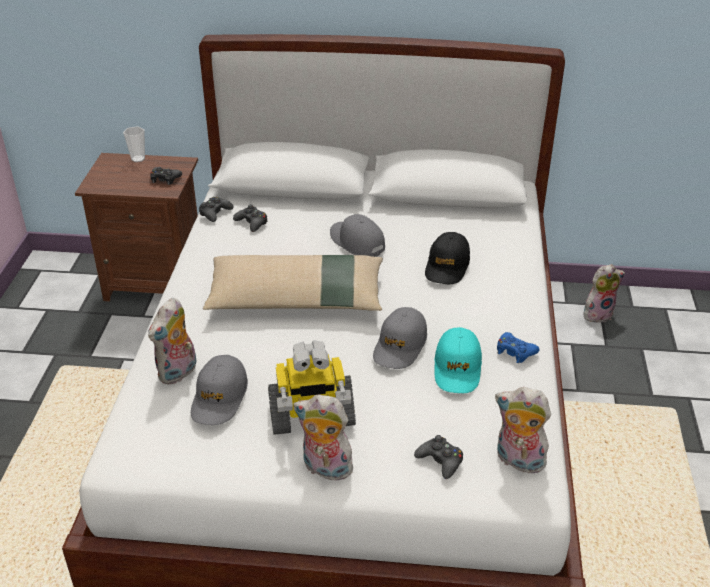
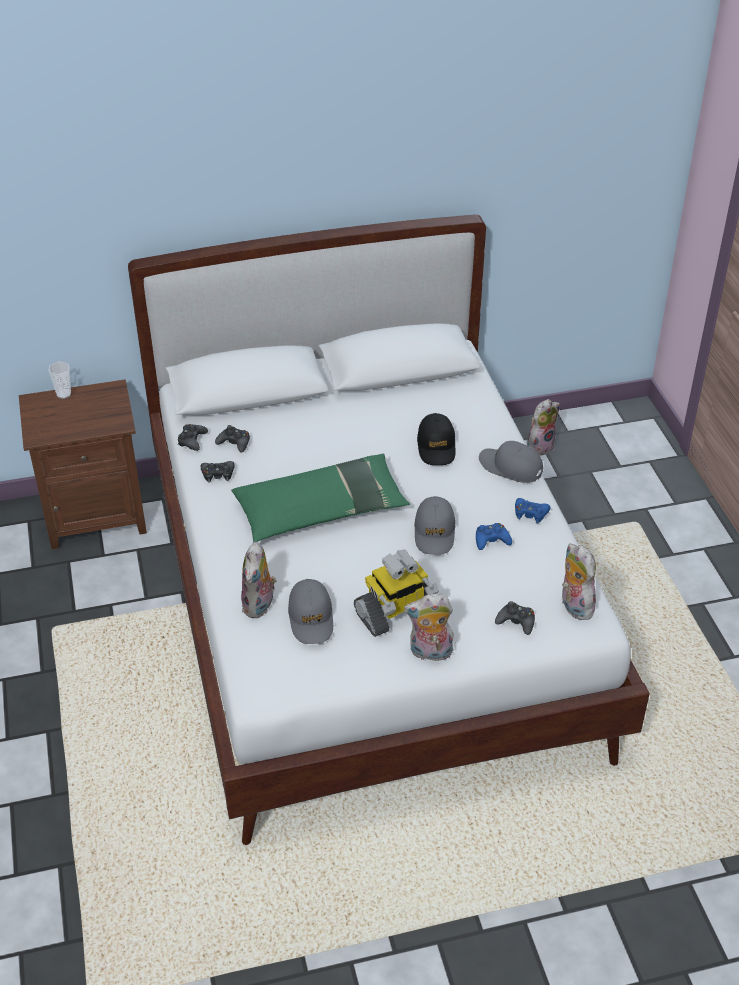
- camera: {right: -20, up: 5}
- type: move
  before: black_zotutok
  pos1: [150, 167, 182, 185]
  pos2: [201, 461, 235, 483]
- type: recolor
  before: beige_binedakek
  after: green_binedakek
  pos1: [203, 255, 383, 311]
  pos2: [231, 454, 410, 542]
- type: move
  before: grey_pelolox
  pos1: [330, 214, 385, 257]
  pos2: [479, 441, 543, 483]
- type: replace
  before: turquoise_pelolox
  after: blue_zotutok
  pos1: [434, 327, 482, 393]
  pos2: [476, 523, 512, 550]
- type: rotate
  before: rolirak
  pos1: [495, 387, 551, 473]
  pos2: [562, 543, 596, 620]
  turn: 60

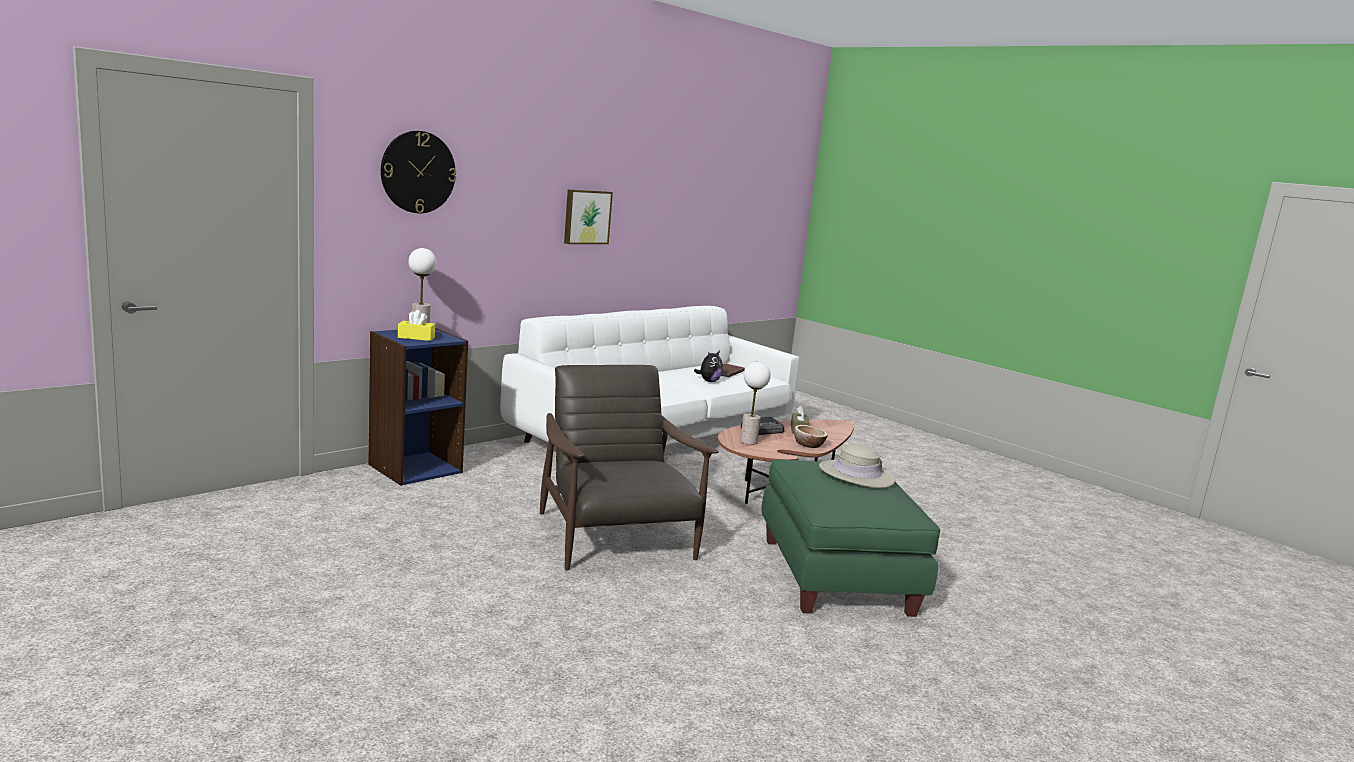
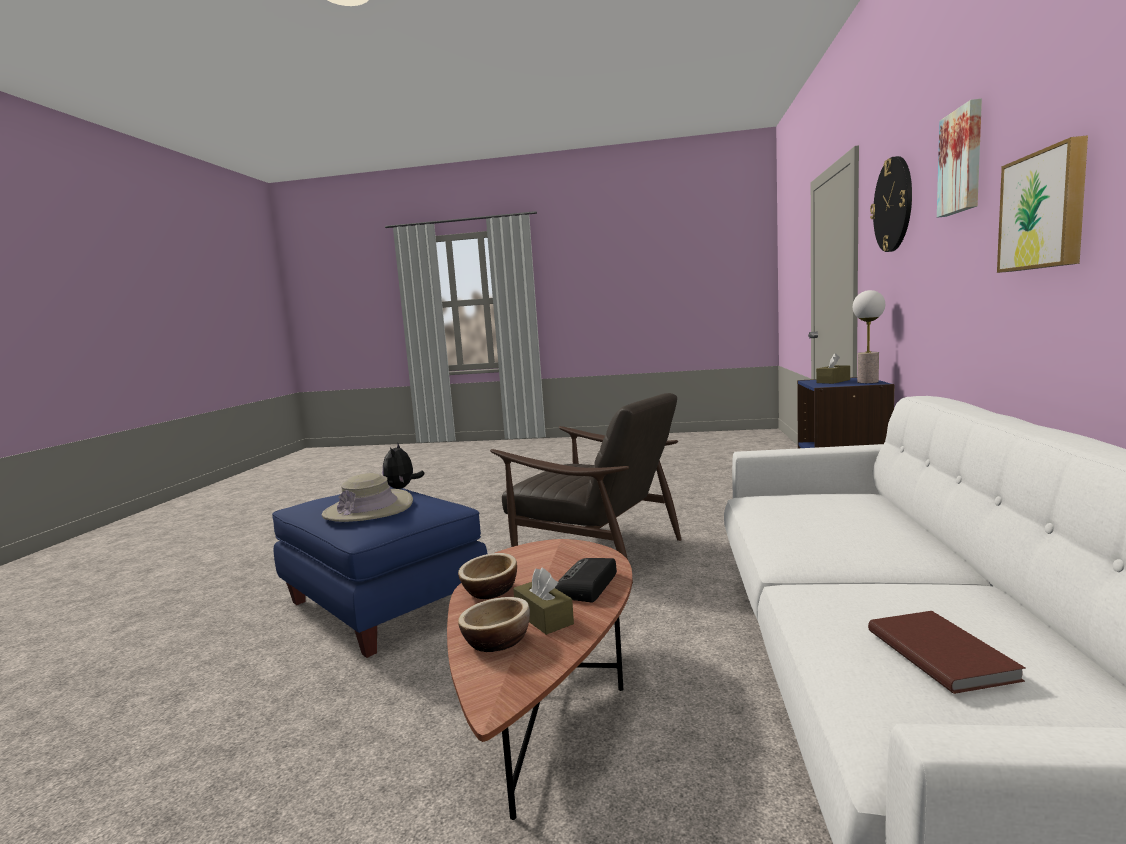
- camera: {right: 145, up: -5}
- type: recolor
  before: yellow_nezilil
  after: brown_nezilil
  pos1: [398, 310, 435, 341]
  pos2: [816, 353, 850, 384]
- type: move
  before: rolirak
  pos1: [694, 350, 723, 382]
  pos2: [383, 443, 425, 489]
- type: delete
  before: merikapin
  pos1: [740, 362, 771, 445]
- type: recolor
  before: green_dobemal
  after: blue_dobemal
  pos1: [762, 459, 941, 617]
  pos2: [272, 487, 488, 658]
- type: insert
  after: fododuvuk
  pos2: [458, 597, 530, 652]
- type: insert
  after: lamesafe
  pos2: [937, 98, 982, 218]

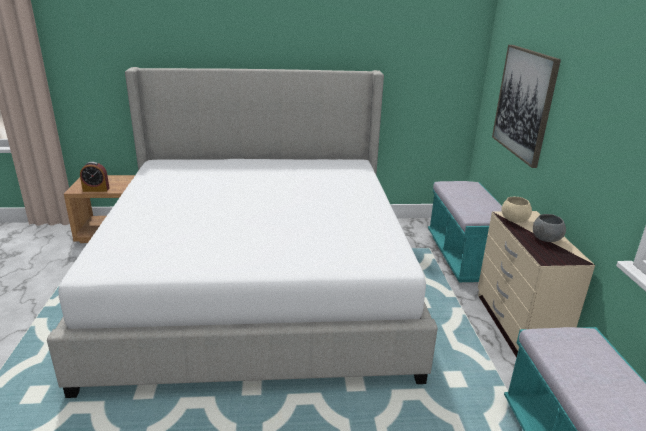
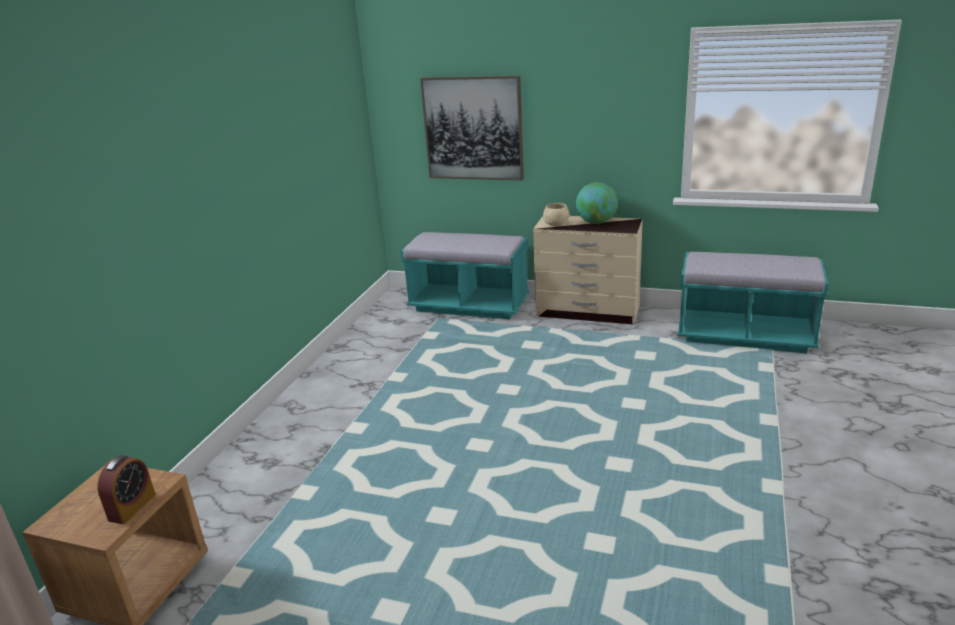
- camera: {right: -65, up: 0}
- type: delete
  before: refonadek
  pos1: [47, 67, 438, 398]
- type: replace
  before: grey_fododuvuk
  after: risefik
  pos1: [532, 214, 566, 242]
  pos2: [576, 182, 618, 224]

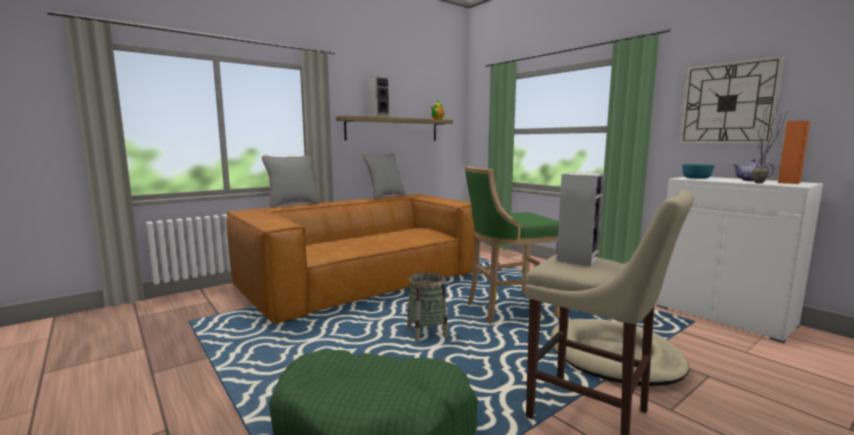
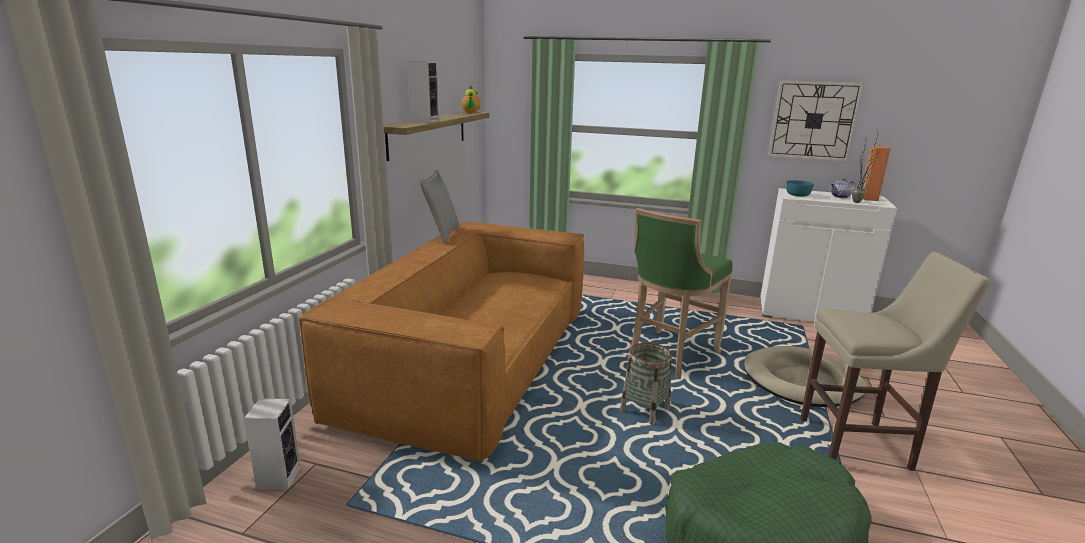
- camera: {right: -35, up: 10}
- type: delete
  before: grey_binedakek
  pos1: [262, 155, 321, 208]
- type: move
  before: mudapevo
  pos1: [557, 172, 605, 266]
  pos2: [243, 399, 301, 489]

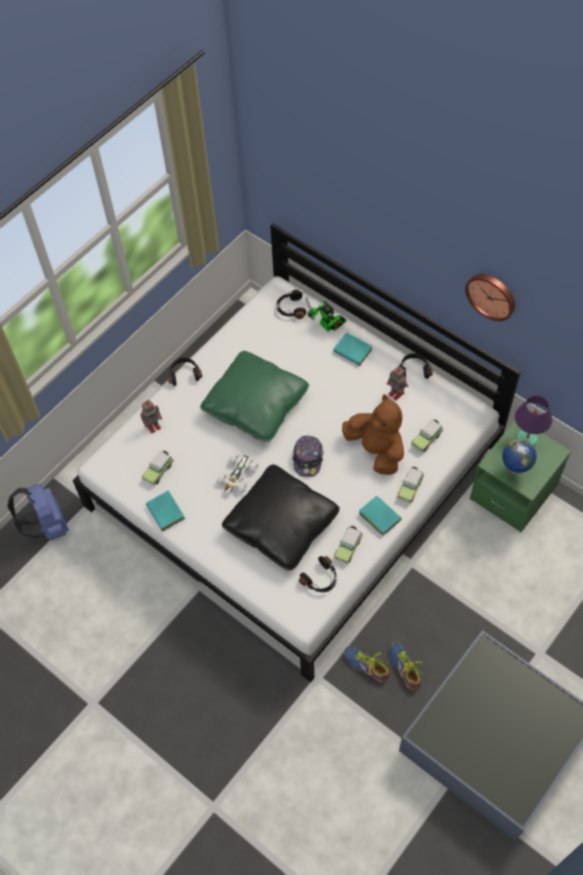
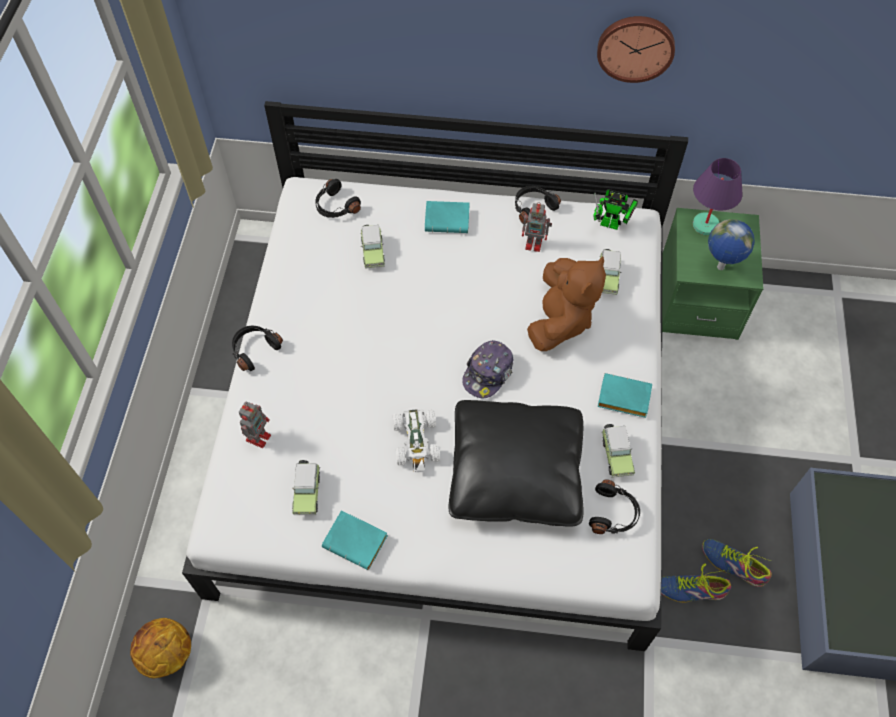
- camera: {right: -35, up: 0}
- type: replace
  before: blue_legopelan
  after: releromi
  pos1: [7, 484, 68, 540]
  pos2: [130, 618, 191, 678]
- type: delete
  before: green_binedakek
  pos1: [200, 351, 309, 442]
- type: rotate
  before: pelolox
  pos1: [292, 436, 323, 477]
  pos2: [462, 340, 513, 398]
  turn: 60
- type: move
  before: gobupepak
  pos1: [305, 297, 347, 331]
  pos2: [593, 189, 638, 230]
- type: rotate
  before: brown_rolirak
  pos1: [342, 395, 404, 475]
  pos2: [527, 256, 606, 351]
  turn: 90
- type: move
  before: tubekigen
  pos1: [397, 467, 424, 503]
  pos2: [361, 225, 385, 269]

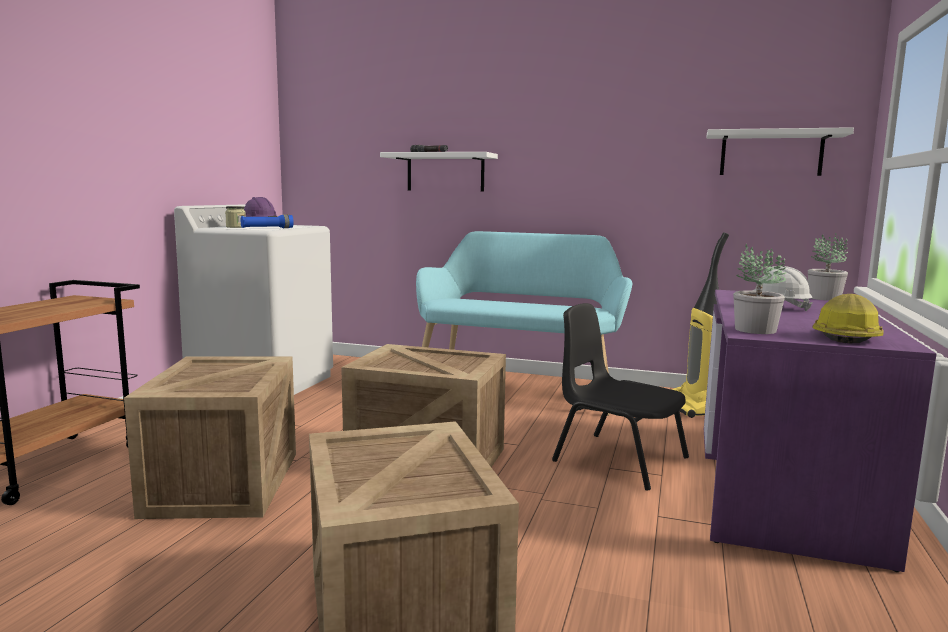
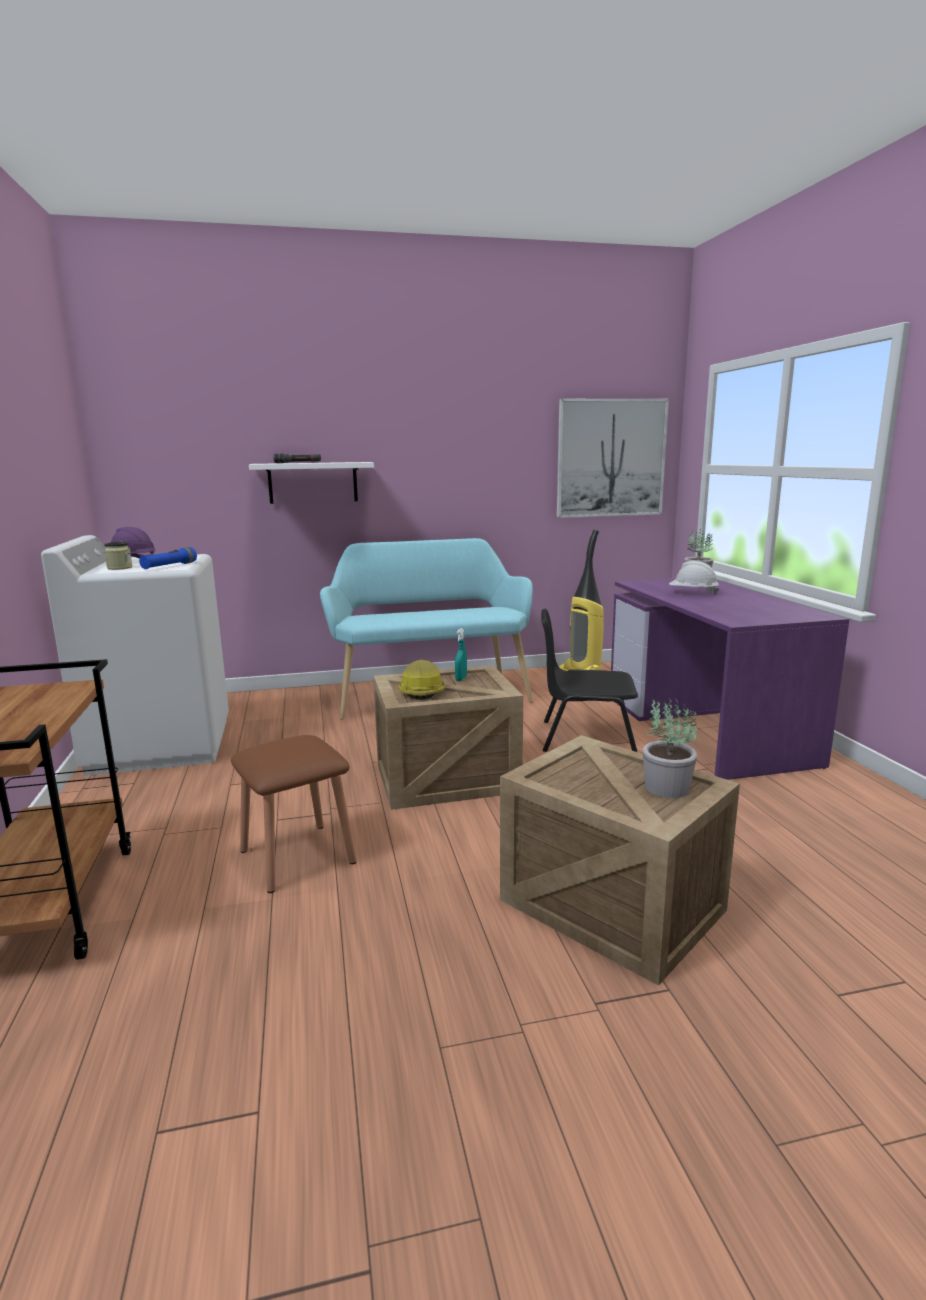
- camera: {right: -30, up: 5}
- type: replace
  before: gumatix
  after: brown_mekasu
  pos1: [124, 356, 296, 519]
  pos2: [231, 735, 356, 893]
- type: replace
  before: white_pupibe
  after: lamesafe
  pos1: [706, 127, 854, 176]
  pos2: [557, 399, 669, 518]
- type: move
  before: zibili
  pos1: [733, 244, 786, 334]
  pos2: [642, 698, 698, 798]
- type: move
  before: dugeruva
  pos1: [812, 294, 884, 344]
  pos2: [398, 660, 445, 700]
- type: insert
  after: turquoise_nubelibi
  pos2: [455, 628, 467, 681]

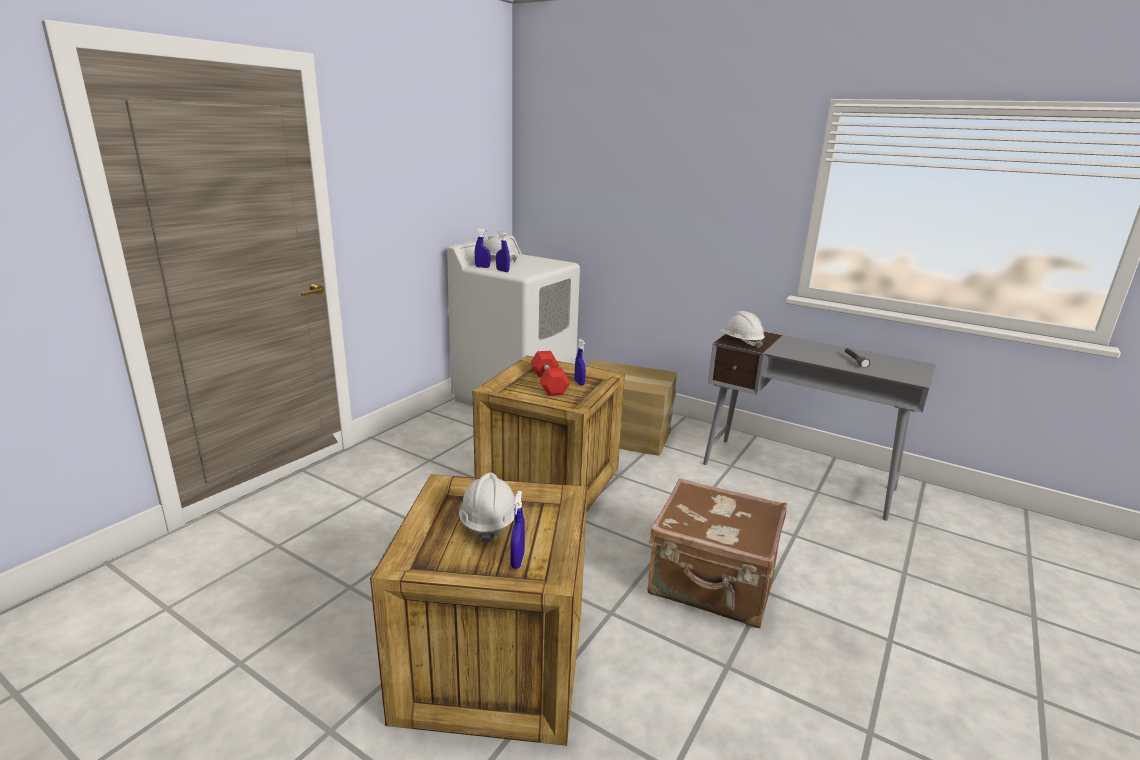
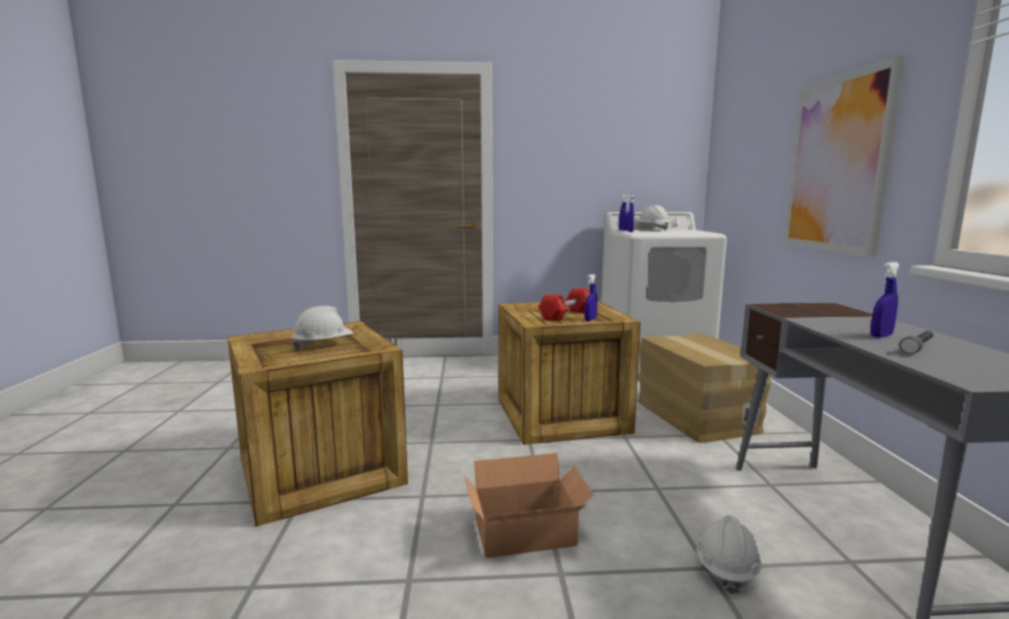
- camera: {right: 55, up: -10}
- type: move
  before: blue_nubelibi
  pos1: [510, 491, 525, 569]
  pos2: [871, 262, 900, 338]
- type: replace
  before: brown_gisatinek
  after: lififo
  pos1: [647, 478, 787, 628]
  pos2: [465, 453, 593, 558]
- type: move
  before: white_dugeruva
  pos1: [719, 311, 765, 349]
  pos2: [696, 515, 762, 594]
- type: insert
  after: lamesafe
  pos2: [784, 56, 905, 257]

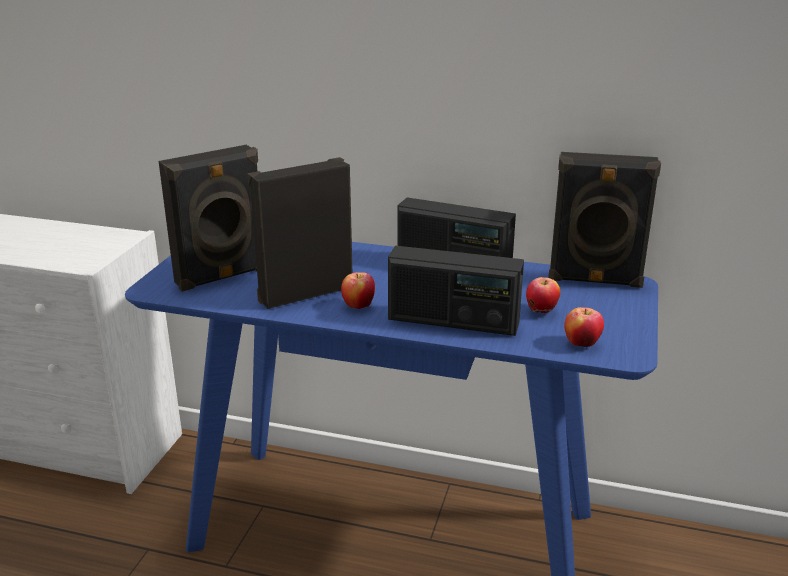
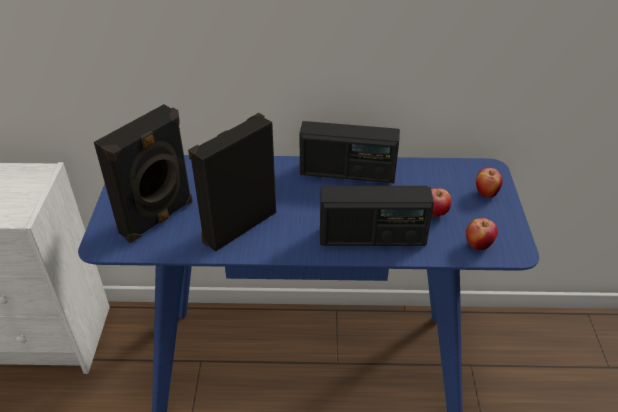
- camera: {right: -15, up: 15}
- type: move
  before: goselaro
  pos1: [341, 272, 375, 309]
  pos2: [476, 168, 503, 198]
- type: delete
  before: black_mudapevo
  pos1: [548, 152, 661, 288]

